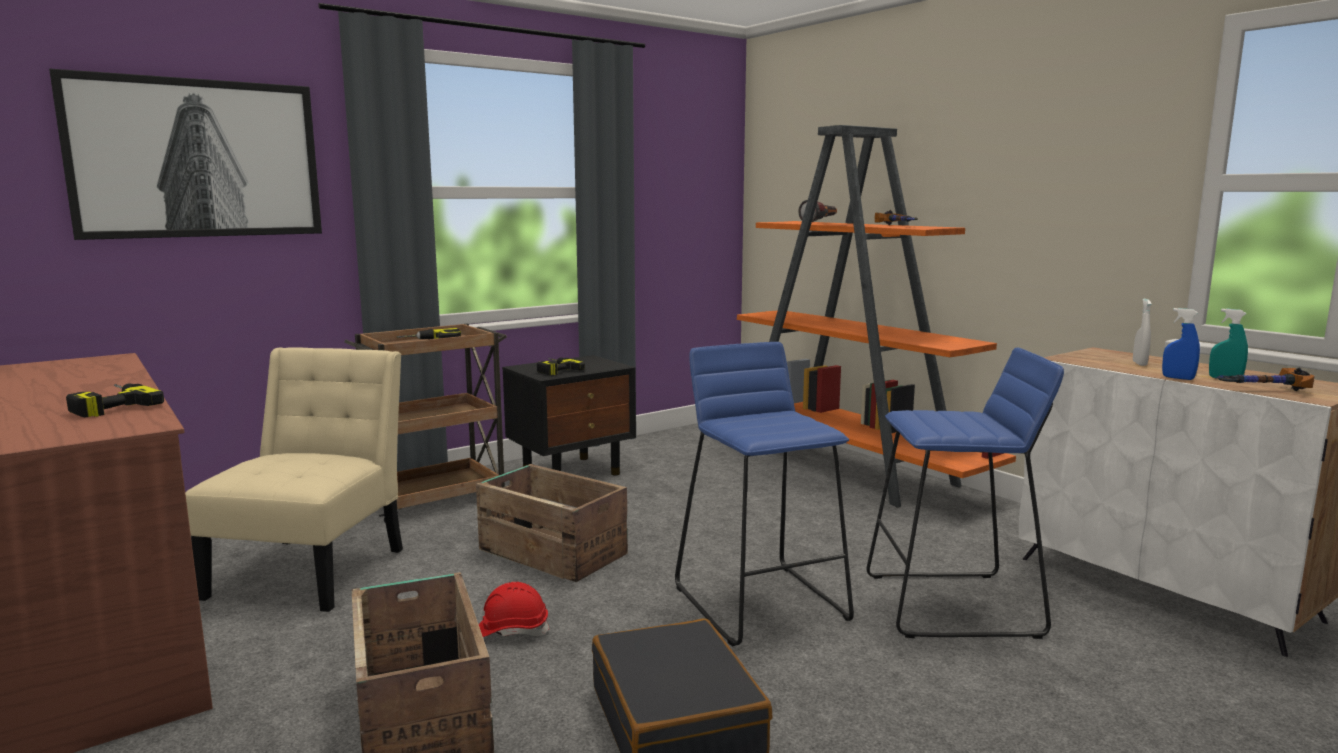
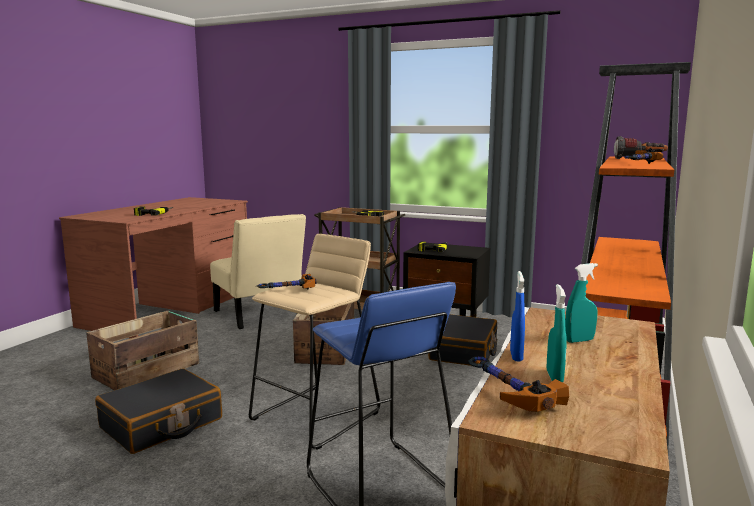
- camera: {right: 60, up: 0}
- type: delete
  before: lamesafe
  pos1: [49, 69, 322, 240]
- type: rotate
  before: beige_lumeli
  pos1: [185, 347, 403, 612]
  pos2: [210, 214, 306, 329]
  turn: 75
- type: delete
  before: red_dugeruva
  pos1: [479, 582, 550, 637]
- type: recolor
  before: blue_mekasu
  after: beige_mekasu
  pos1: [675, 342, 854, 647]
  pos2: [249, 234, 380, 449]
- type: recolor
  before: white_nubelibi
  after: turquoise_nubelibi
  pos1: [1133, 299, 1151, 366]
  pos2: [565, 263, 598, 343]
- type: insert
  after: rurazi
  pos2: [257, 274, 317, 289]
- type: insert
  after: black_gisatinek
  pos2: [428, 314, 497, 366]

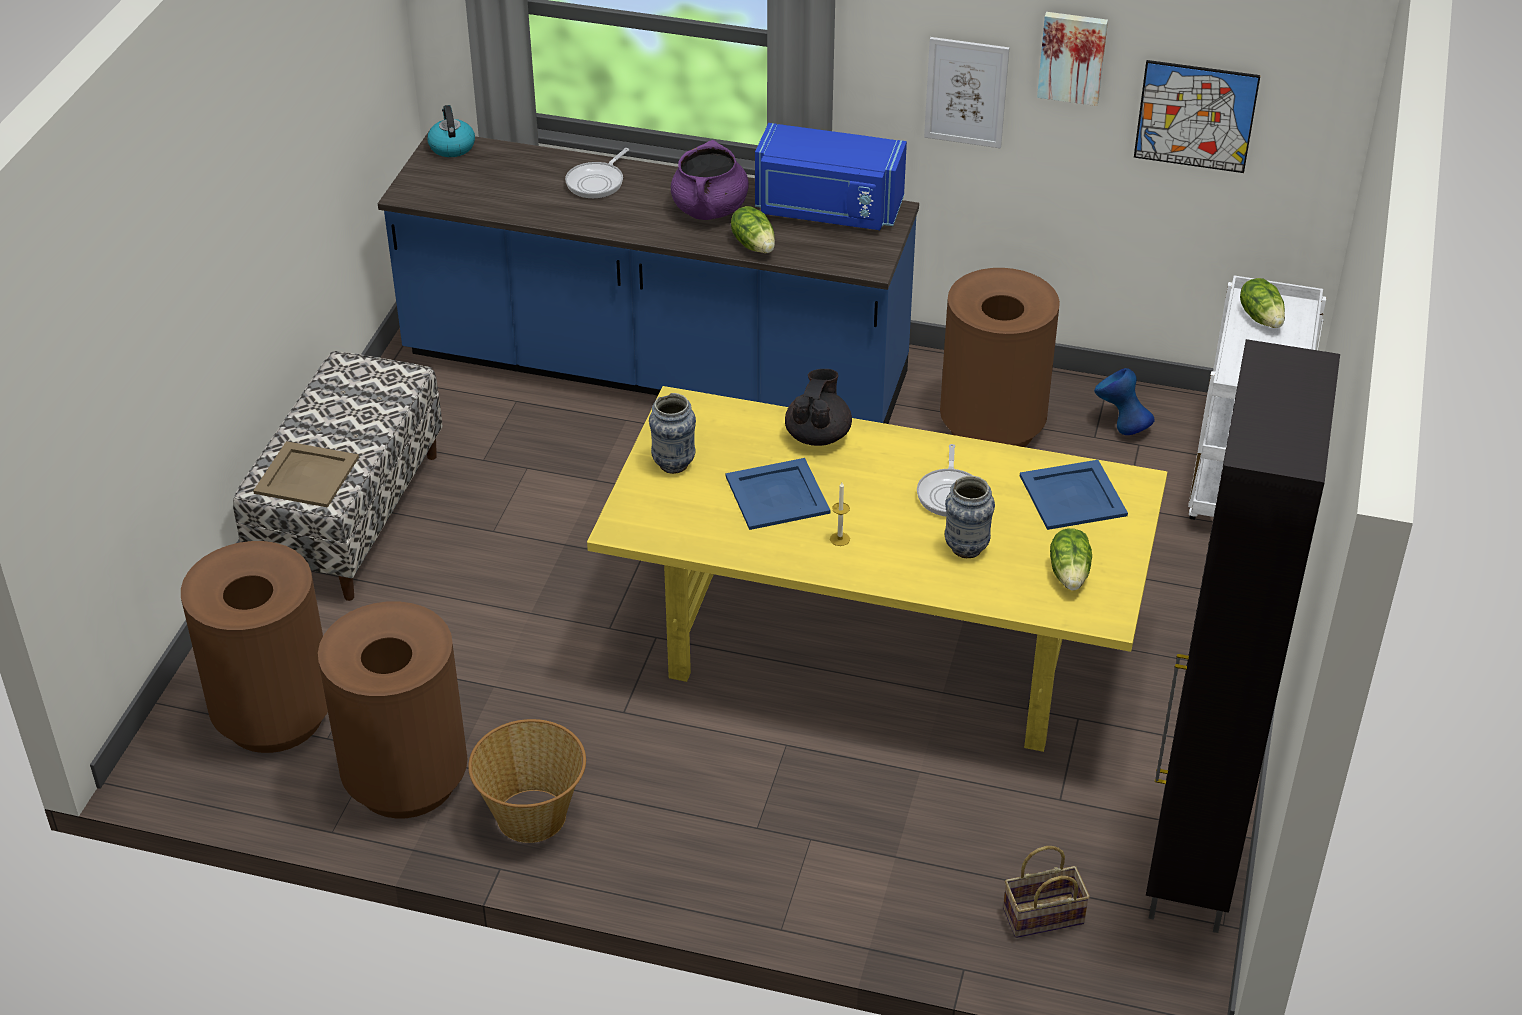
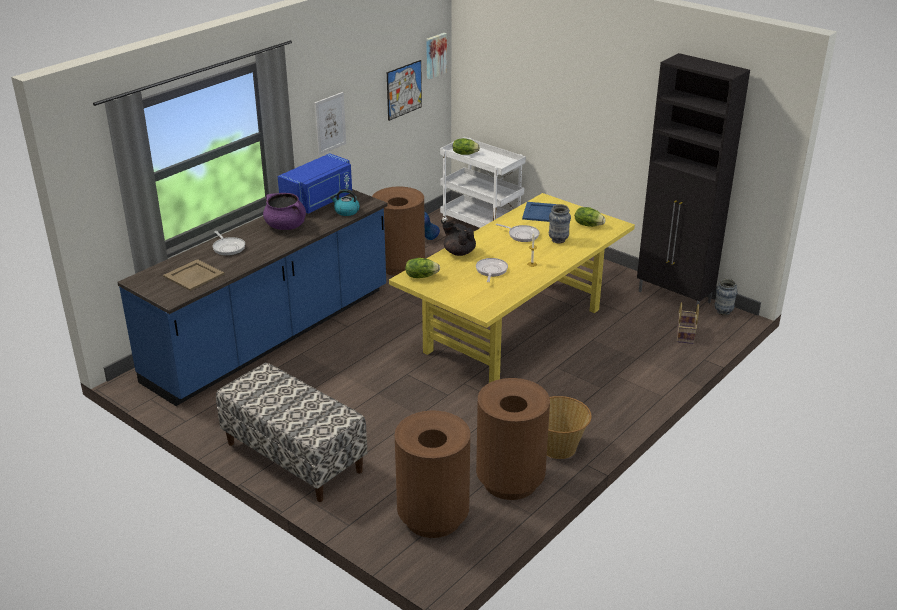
- camera: {right: -65, up: -10}
- type: move
  before: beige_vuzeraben
  pos1: [253, 441, 359, 508]
  pos2: [163, 259, 224, 291]
- type: move
  before: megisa
  pos1: [427, 105, 475, 157]
  pos2: [330, 189, 360, 216]
- type: move
  before: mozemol
  pos1: [649, 393, 696, 474]
  pos2: [714, 279, 738, 316]
- type: replace
  before: blue_vuzeraben
  after: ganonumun
  pos1: [726, 458, 831, 530]
  pos2: [476, 258, 508, 282]
- type: move
  before: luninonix
  pos1: [731, 206, 775, 253]
  pos2: [405, 258, 440, 278]
- type: move
  before: lamesafe
  pos1: [1037, 12, 1108, 106]
  pos2: [426, 33, 447, 79]

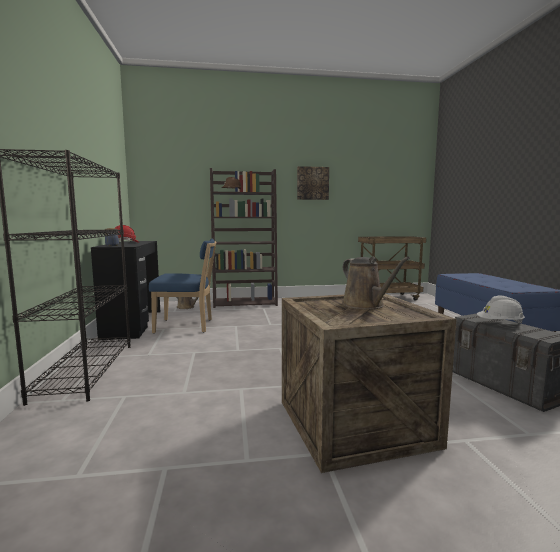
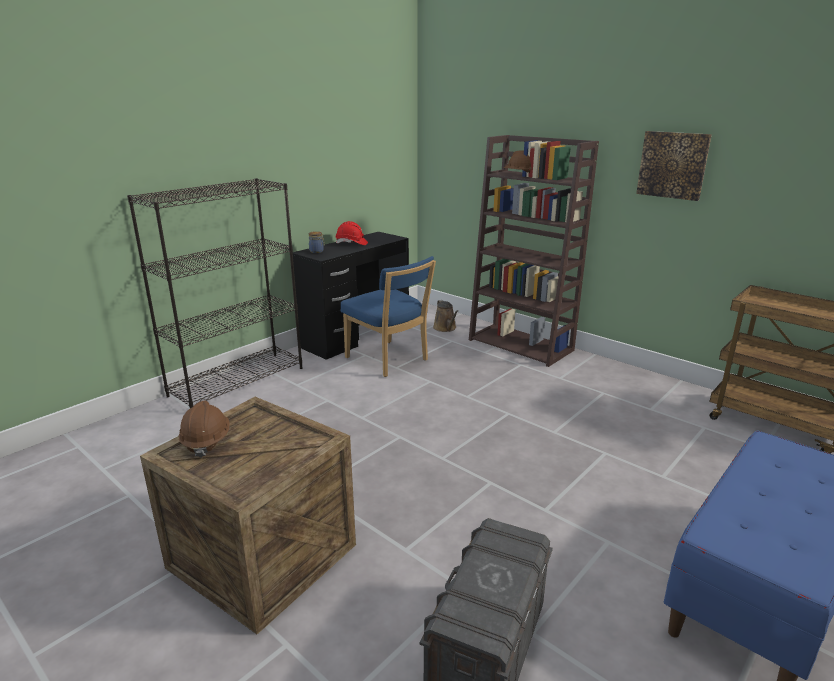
- camera: {right: 50, up: 15}
- type: delete
  before: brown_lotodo
  pos1: [342, 257, 410, 309]
- type: delete
  before: white_dugeruva
  pos1: [477, 296, 525, 324]
- type: insert
  after: brown_dugeruva
  pos2: [178, 401, 230, 458]

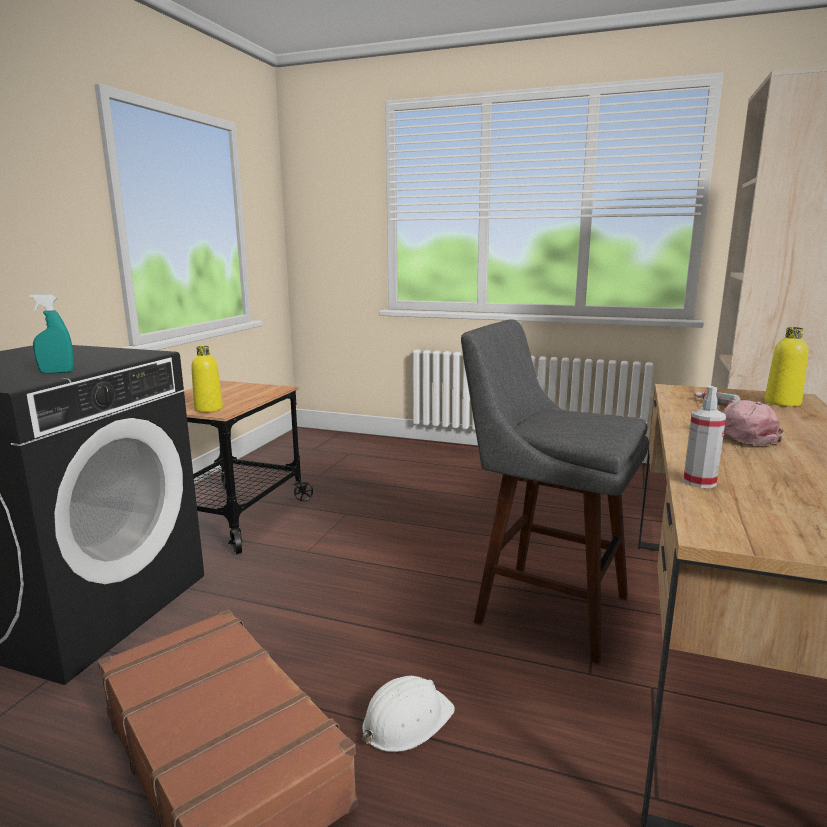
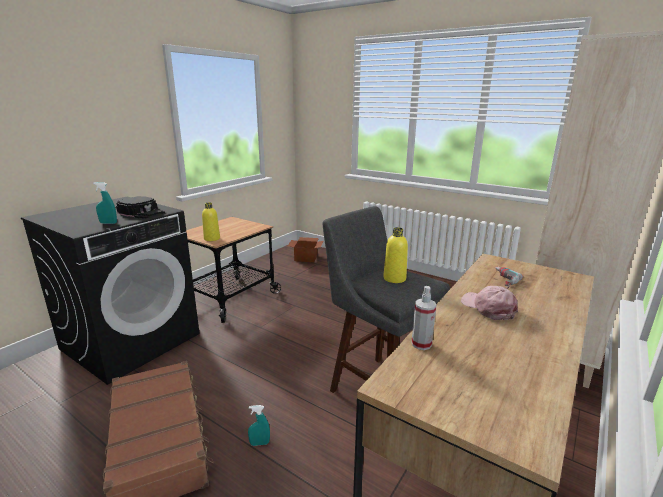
- camera: {right: 15, up: 5}
- type: replace
  before: white_dugeruva
  after: turquoise_nubelibi
  pos1: [362, 676, 455, 752]
  pos2: [248, 405, 270, 446]
- type: move
  before: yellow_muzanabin
  pos1: [765, 327, 809, 407]
  pos2: [383, 227, 408, 283]
- type: insert
  after: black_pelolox
  pos2: [116, 196, 165, 219]
- type: insert
  after: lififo
  pos2: [288, 237, 323, 262]

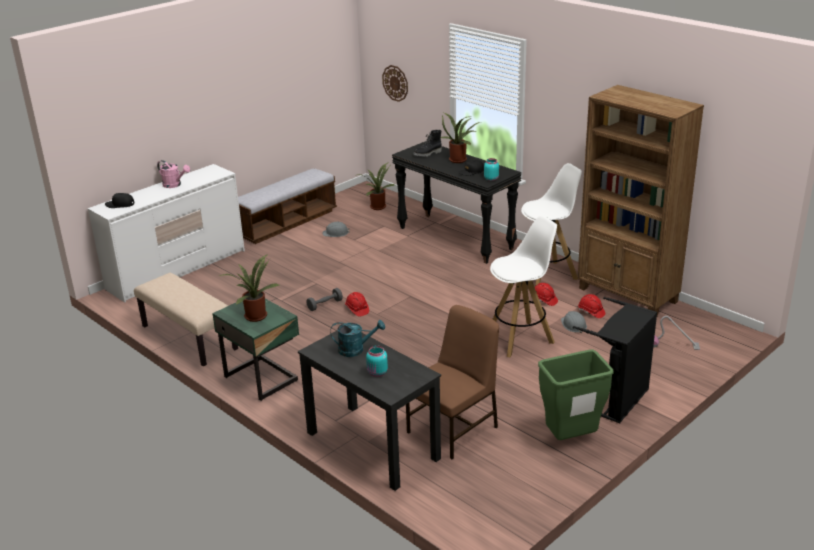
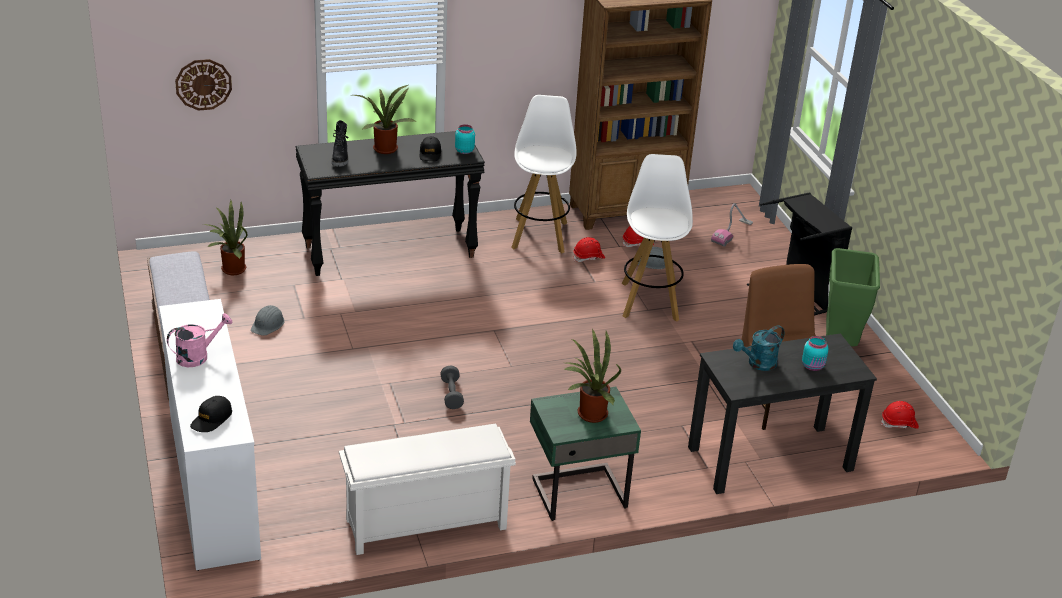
- camera: {right: -65, up: 5}
- type: replace
  before: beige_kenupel
  after: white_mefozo
  pos1: [134, 273, 238, 367]
  pos2: [339, 424, 516, 555]
- type: rotate
  before: turquoise_lotodo
  pos1: [330, 320, 385, 357]
  pos2: [733, 325, 785, 371]
  turn: -150
- type: move
  before: red_dugeruva
  pos1: [345, 292, 369, 316]
  pos2: [881, 401, 919, 429]

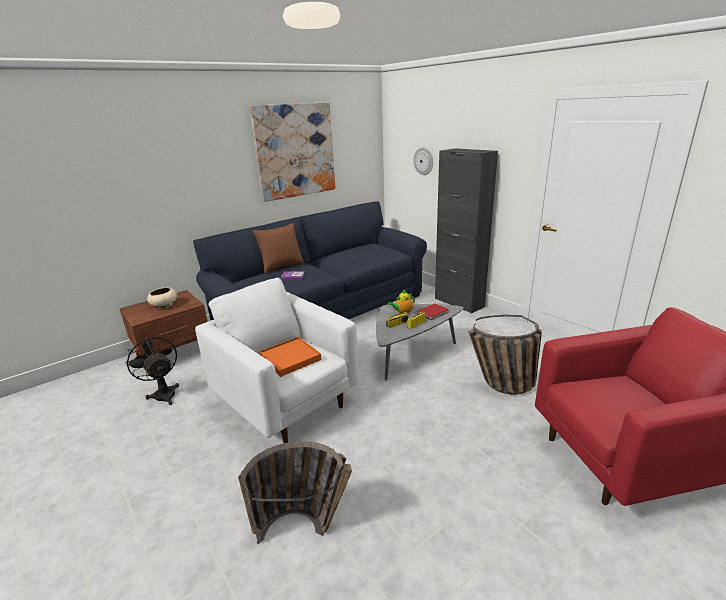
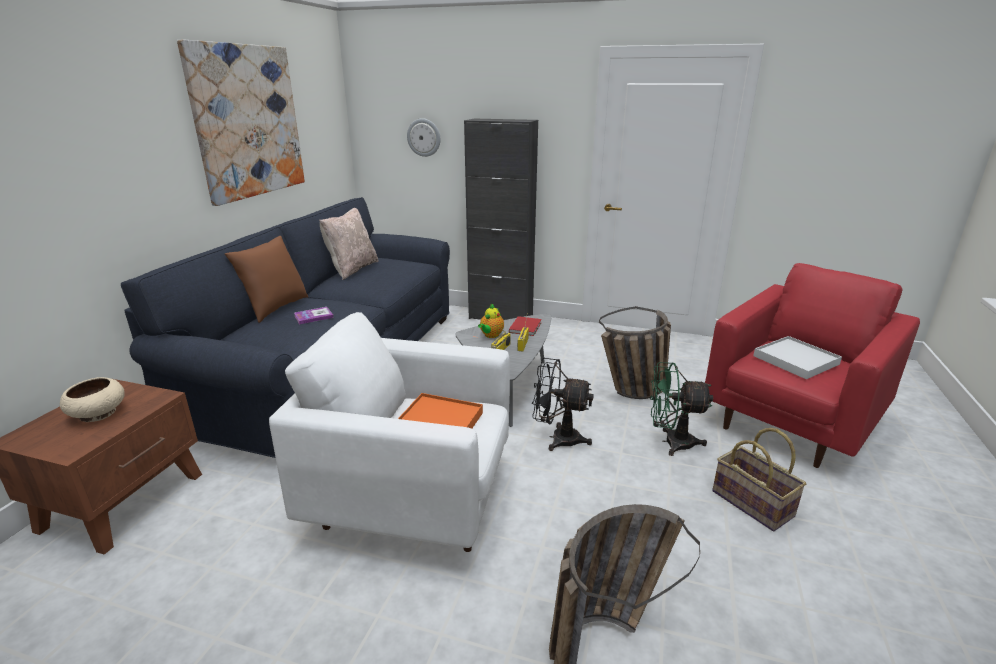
- camera: {right: -35, up: 0}
- type: move
  before: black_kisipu
  pos1: [125, 334, 179, 405]
  pos2: [532, 358, 594, 451]
- type: insert
  after: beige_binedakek
  pos2: [319, 208, 379, 280]
- type: insert
  after: green_kisipu
  pos2: [650, 362, 713, 456]
- type: insert
  after: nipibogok
  pos2: [712, 428, 806, 531]
- type: insert
  after: white_vuzeraben
  pos2: [753, 336, 842, 379]

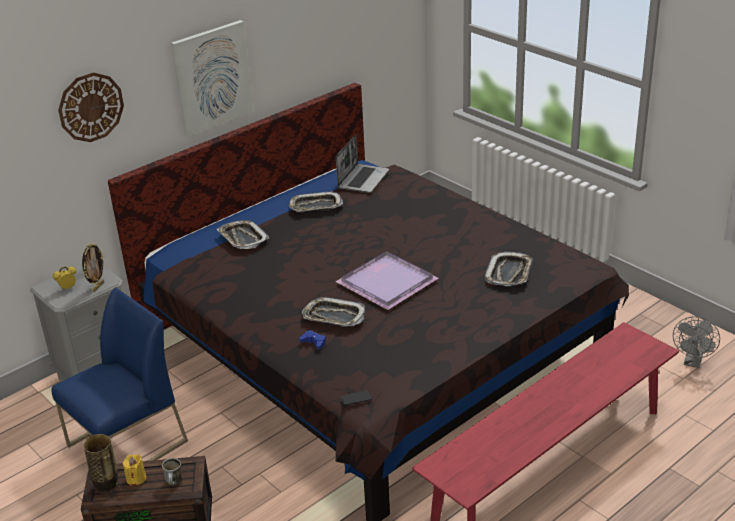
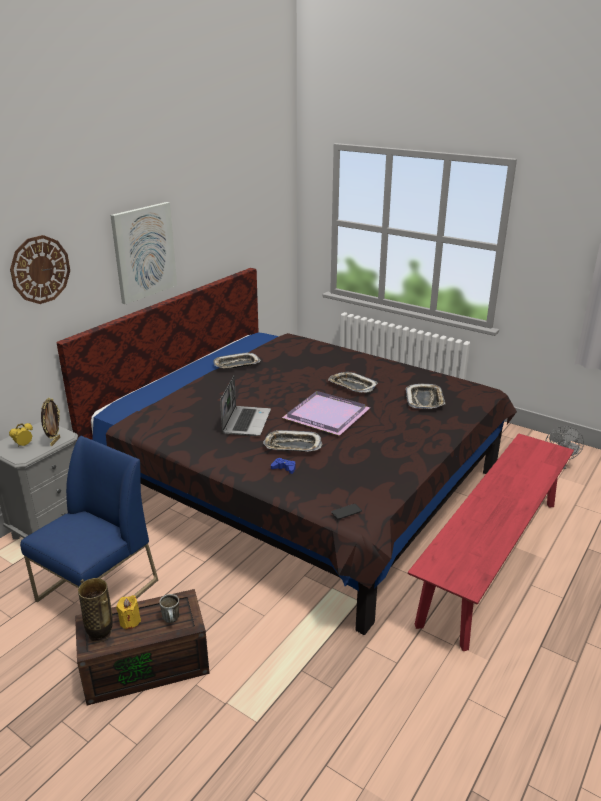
- camera: {right: -15, up: -5}
- type: move
  before: vuzeraben
  pos1: [217, 220, 269, 249]
  pos2: [328, 372, 378, 393]
- type: move
  before: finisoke
  pos1: [336, 134, 389, 193]
  pos2: [220, 375, 271, 436]

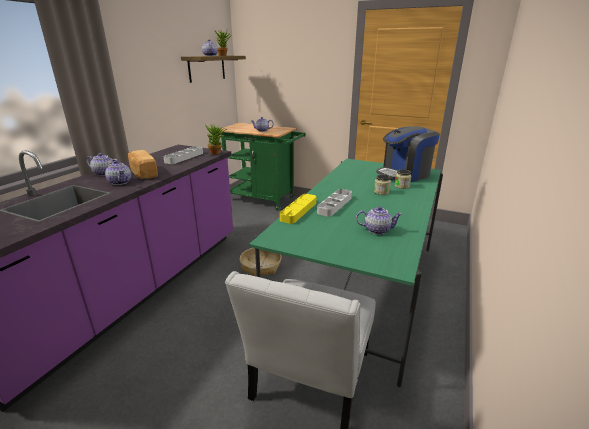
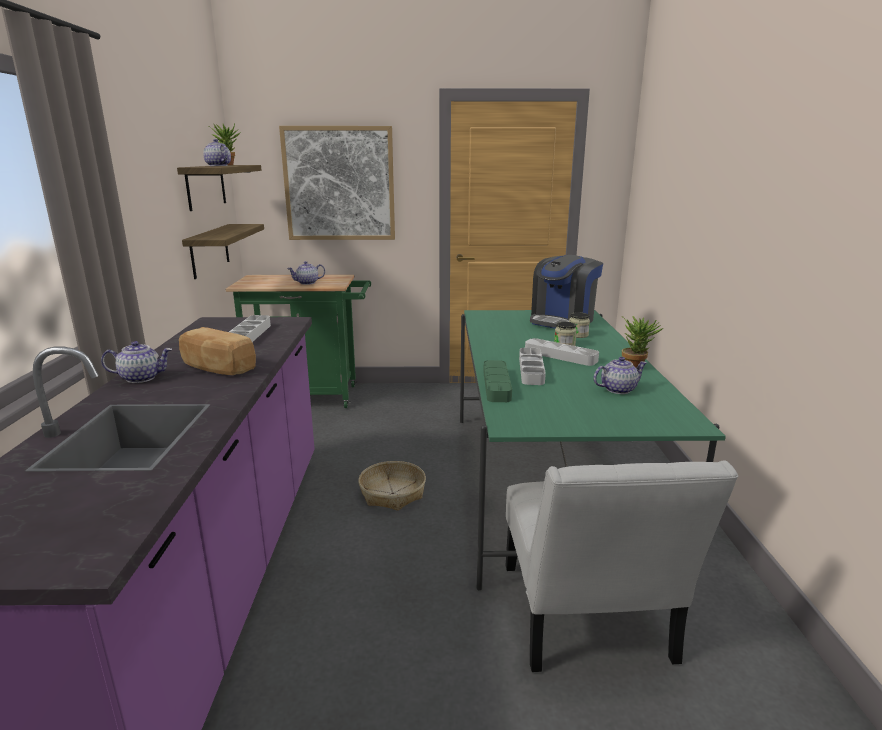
- camera: {right: -25, up: -5}
- type: delete
  before: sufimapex
  pos1: [105, 161, 131, 185]
- type: move
  before: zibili
  pos1: [205, 124, 227, 154]
  pos2: [621, 316, 663, 368]
- type: recolor
  before: yellow_vuzeraben
  after: green_vuzeraben
  pos1: [280, 194, 316, 224]
  pos2: [483, 360, 512, 402]
- type: insert
  after: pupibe
  pos2: [182, 224, 264, 279]
- type: insert
  after: lamesafe
  pos2: [279, 126, 395, 240]
- type: insert
  after: grey_vuzeraben
  pos2: [525, 338, 599, 366]

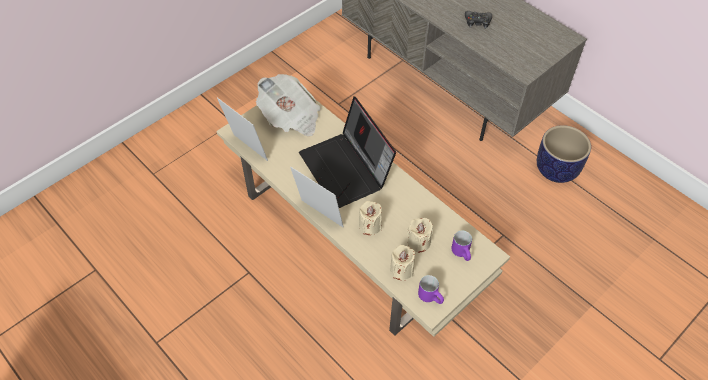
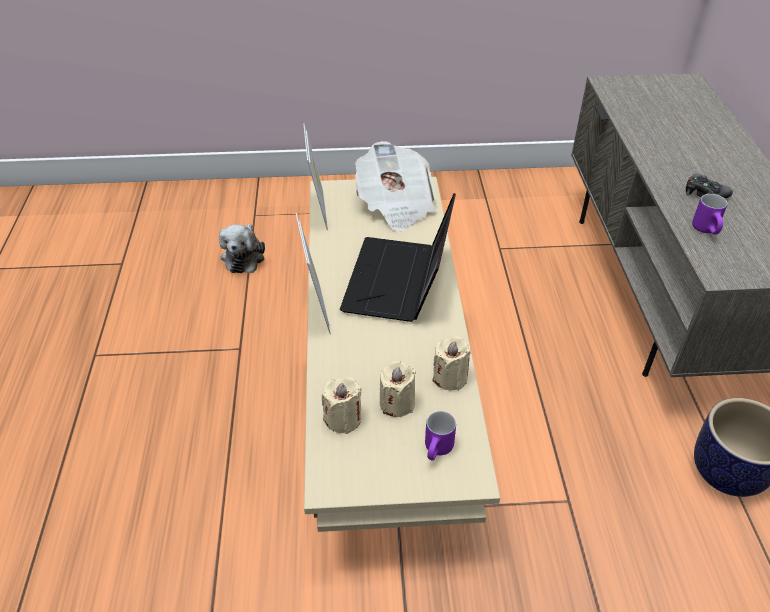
- camera: {right: 40, up: -10}
- type: move
  before: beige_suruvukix
  pos1: [359, 201, 382, 235]
  pos2: [432, 336, 471, 391]
- type: move
  before: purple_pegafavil
  pos1: [418, 275, 444, 304]
  pos2: [692, 194, 727, 235]
- type: insert
  after: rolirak
  pos2: [219, 224, 265, 273]

